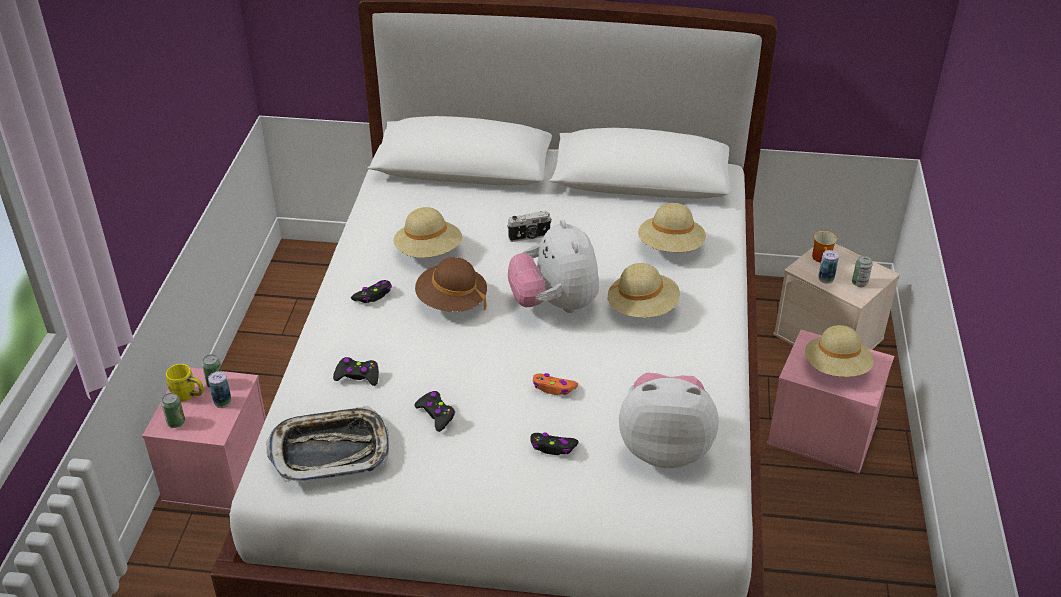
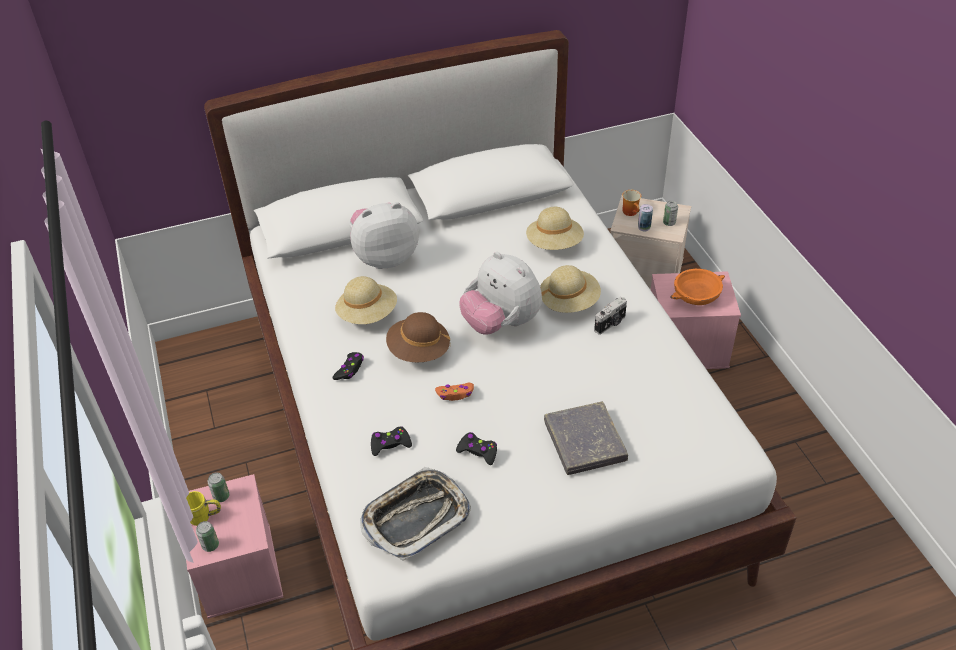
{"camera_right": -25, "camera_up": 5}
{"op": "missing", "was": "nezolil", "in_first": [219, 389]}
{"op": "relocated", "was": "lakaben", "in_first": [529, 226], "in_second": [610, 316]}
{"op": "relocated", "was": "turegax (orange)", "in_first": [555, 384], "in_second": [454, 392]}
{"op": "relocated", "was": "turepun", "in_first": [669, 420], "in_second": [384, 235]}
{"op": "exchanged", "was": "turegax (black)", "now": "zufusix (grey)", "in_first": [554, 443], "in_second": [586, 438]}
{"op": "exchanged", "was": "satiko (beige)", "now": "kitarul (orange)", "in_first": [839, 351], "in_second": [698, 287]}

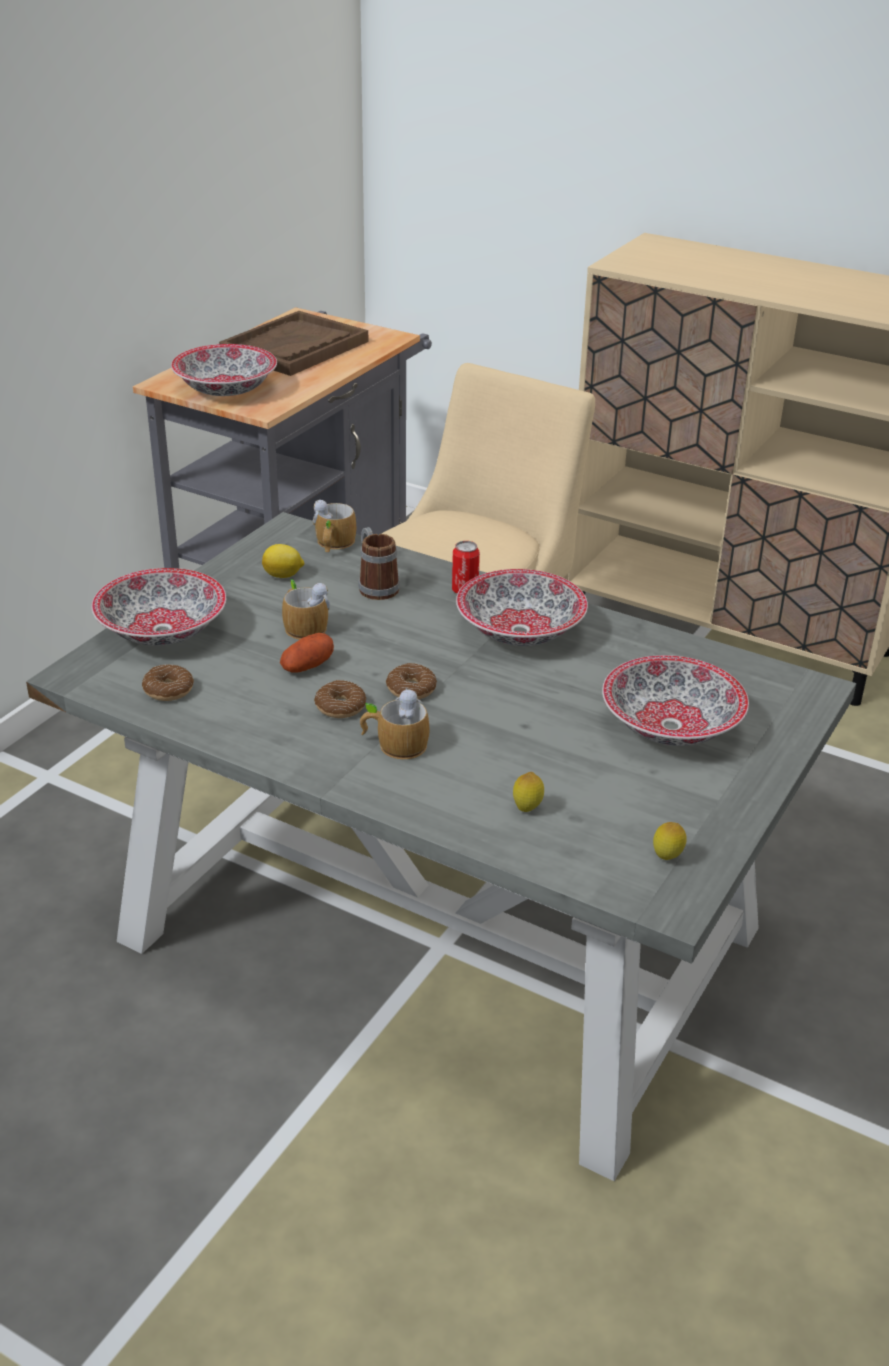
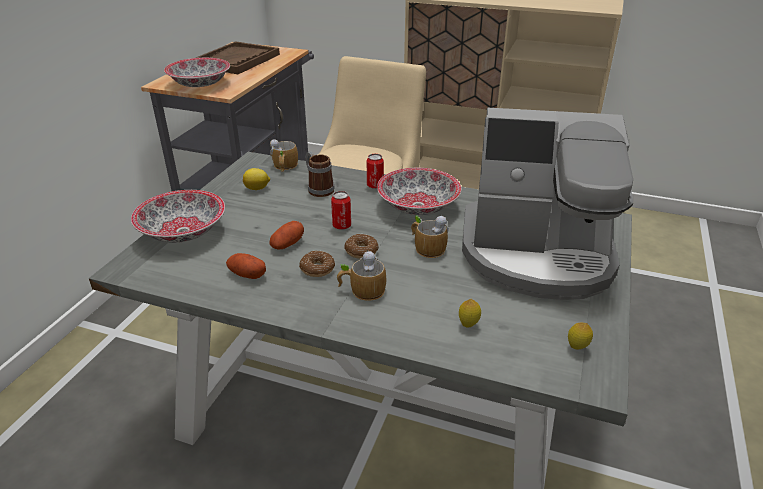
{"camera_right": -10, "camera_up": 0}
{"op": "missing", "was": "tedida", "in_first": [168, 682]}
{"op": "appeared", "now": "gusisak", "in_second": [246, 266]}
{"op": "appeared", "now": "nezolil", "in_second": [341, 210]}
{"op": "relocated", "was": "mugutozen", "in_first": [306, 609], "in_second": [430, 236]}
{"op": "exchanged", "was": "kitarul", "now": "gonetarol", "in_first": [675, 700], "in_second": [547, 203]}

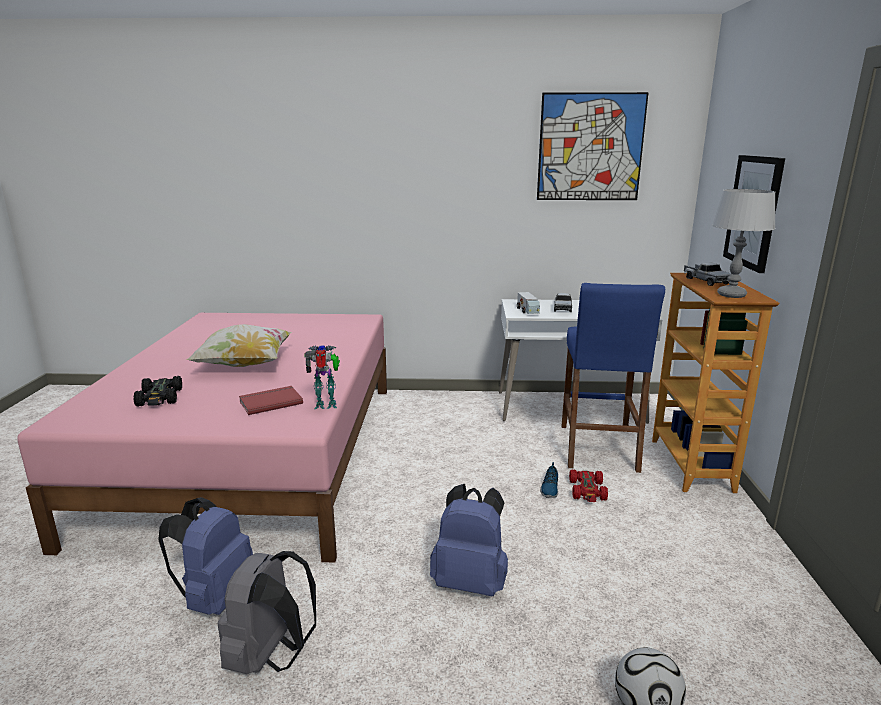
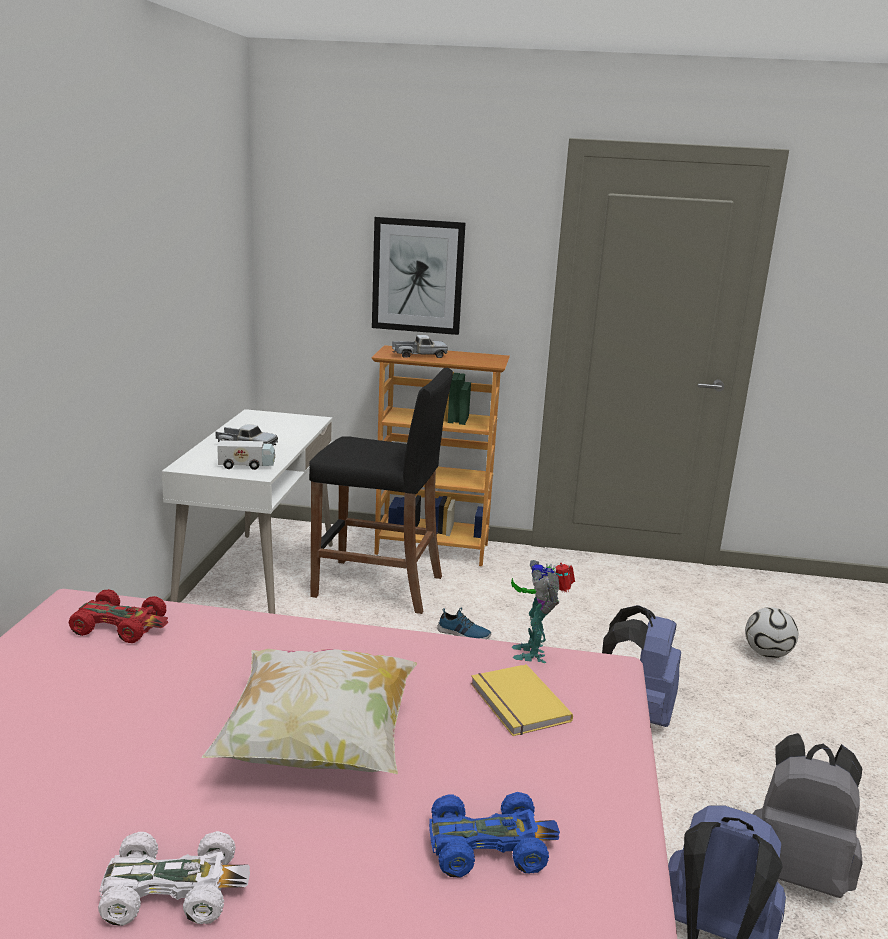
{"camera_right": -85, "camera_up": 0}
{"op": "missing", "was": "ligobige", "in_first": [593, 146]}
{"op": "missing", "was": "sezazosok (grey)", "in_first": [743, 243]}
{"op": "appeared", "now": "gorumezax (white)", "in_second": [174, 878]}
{"op": "relocated", "was": "gorumezax (red)", "in_first": [588, 486], "in_second": [118, 616]}
{"op": "colour", "was": "gorumezax (black)", "now": "gorumezax (blue)", "in_first": [158, 391], "in_second": [494, 835]}
{"op": "colour", "was": "zufusix (red)", "now": "zufusix (yellow)", "in_first": [271, 400], "in_second": [522, 700]}
{"op": "colour", "was": "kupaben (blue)", "now": "kupaben (black)", "in_first": [613, 378], "in_second": [381, 491]}

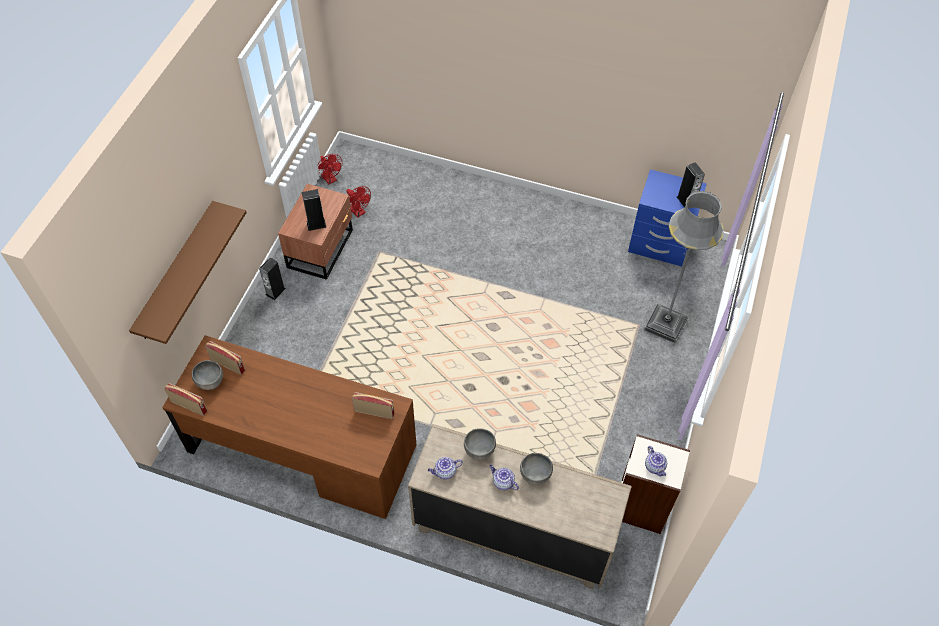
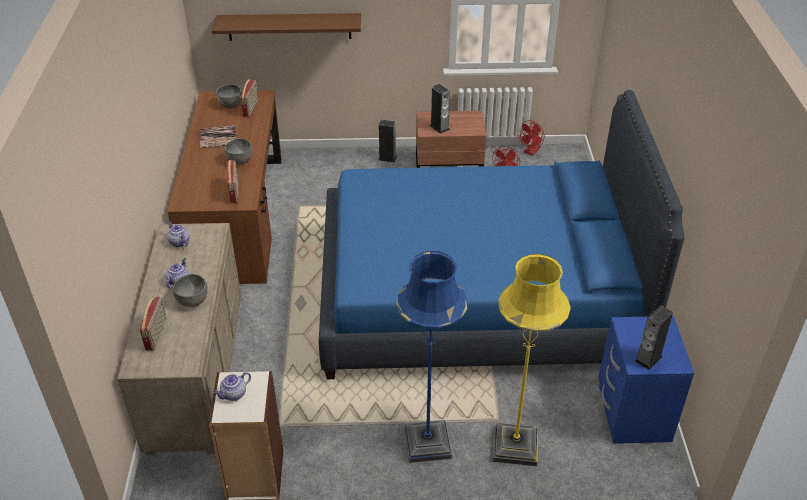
{"camera_right": 70, "camera_up": -15}
{"op": "appeared", "now": "zufusix", "in_second": [218, 137]}
{"op": "appeared", "now": "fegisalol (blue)", "in_second": [501, 234]}
{"op": "appeared", "now": "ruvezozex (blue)", "in_second": [432, 357]}
{"op": "relocated", "was": "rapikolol", "in_first": [186, 399], "in_second": [153, 323]}
{"op": "relocated", "was": "kitarul (grey)", "in_first": [480, 444], "in_second": [238, 151]}
{"op": "colour", "was": "ruvezozex (grey)", "now": "ruvezozex (yellow)", "in_first": [684, 267], "in_second": [532, 360]}

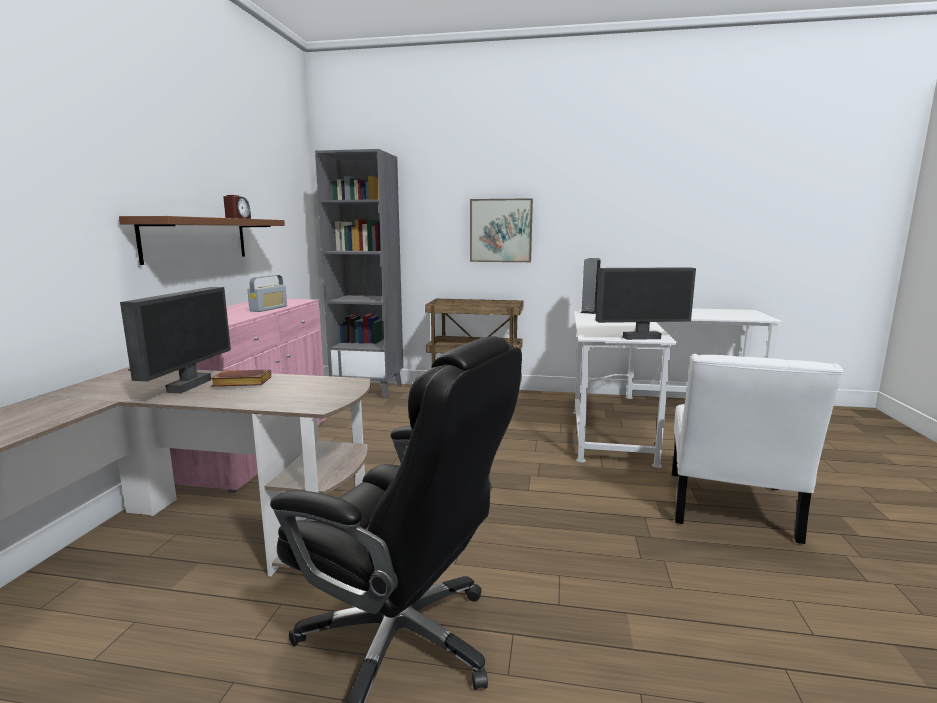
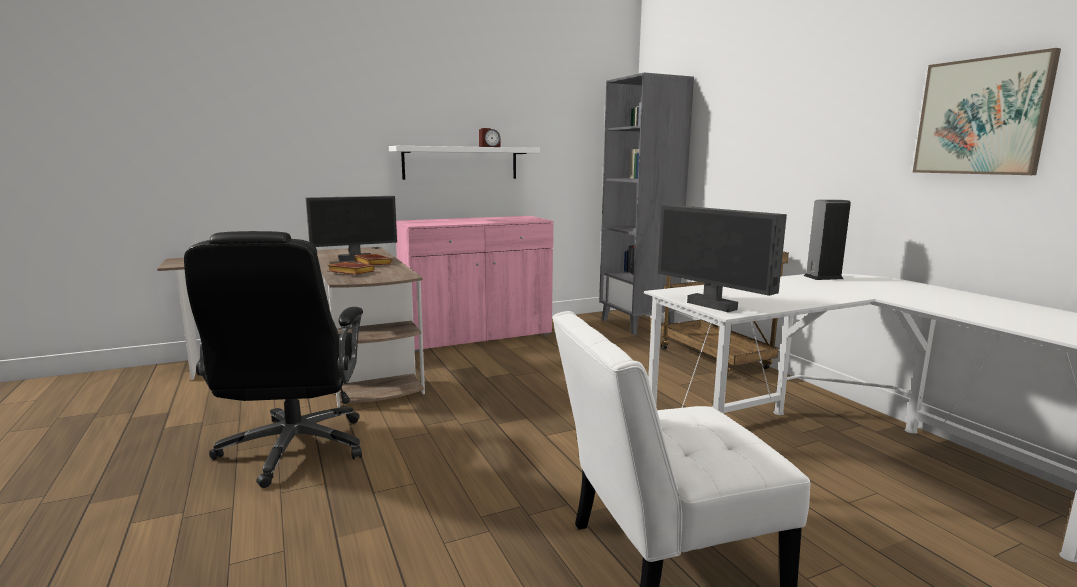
{"camera_right": 55, "camera_up": 0}
{"op": "missing", "was": "rapikolol", "in_first": [267, 293]}
{"op": "appeared", "now": "zufusix (brown)", "in_second": [351, 268]}
{"op": "relocated", "was": "ligobige", "in_first": [501, 230], "in_second": [987, 111]}
{"op": "colour", "was": "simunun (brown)", "now": "simunun (white)", "in_first": [202, 240], "in_second": [464, 163]}

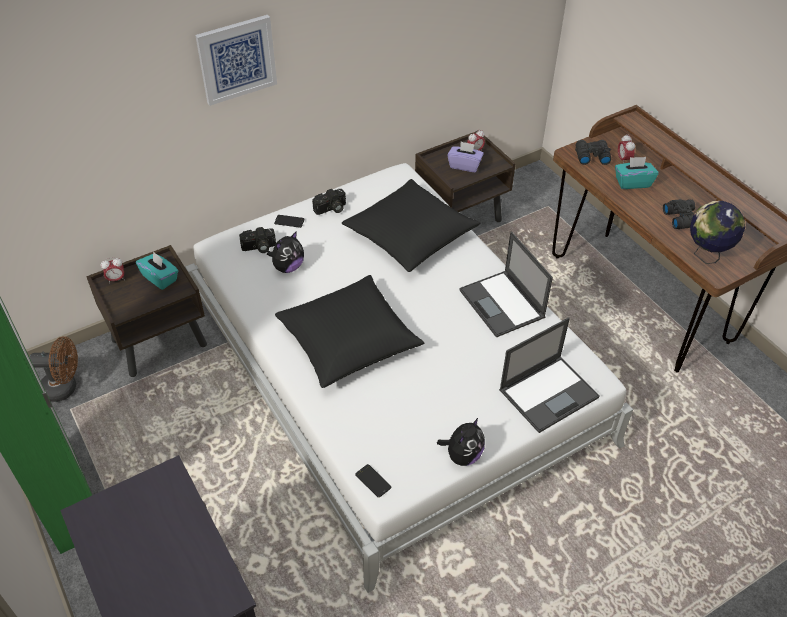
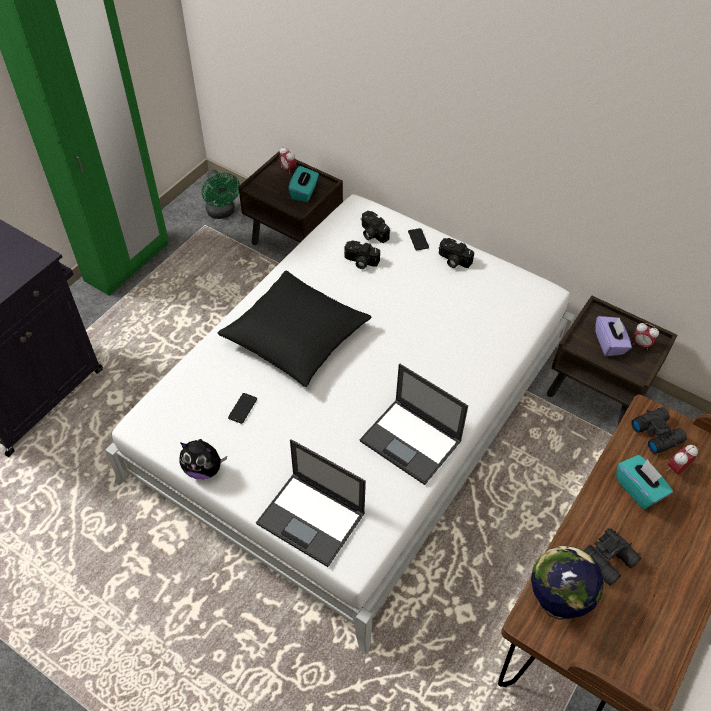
{"camera_right": 65, "camera_up": 5}
{"op": "missing", "was": "ligobige", "in_first": [236, 60]}
{"op": "missing", "was": "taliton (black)", "in_first": [411, 225]}
{"op": "relocated", "was": "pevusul", "in_first": [373, 481], "in_second": [242, 408]}
{"op": "exchanged", "was": "turepun", "now": "lakaben", "in_first": [285, 252], "in_second": [362, 254]}
{"op": "colour", "was": "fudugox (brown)", "now": "fudugox (green)", "in_first": [53, 369], "in_second": [221, 194]}
{"op": "spun", "was": "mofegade", "in_first": [506, 285], "in_second": [414, 424], "clockwise": -90}

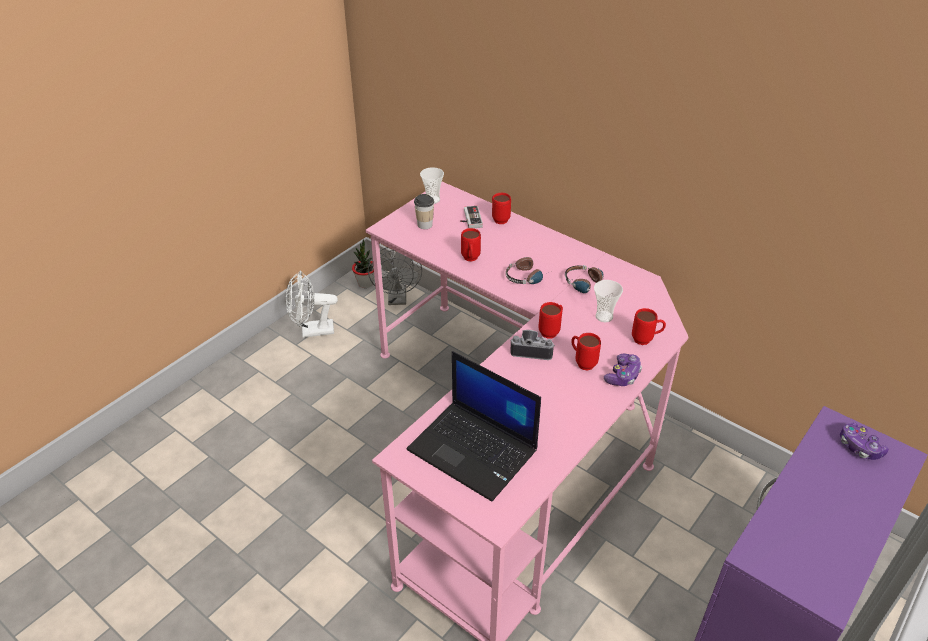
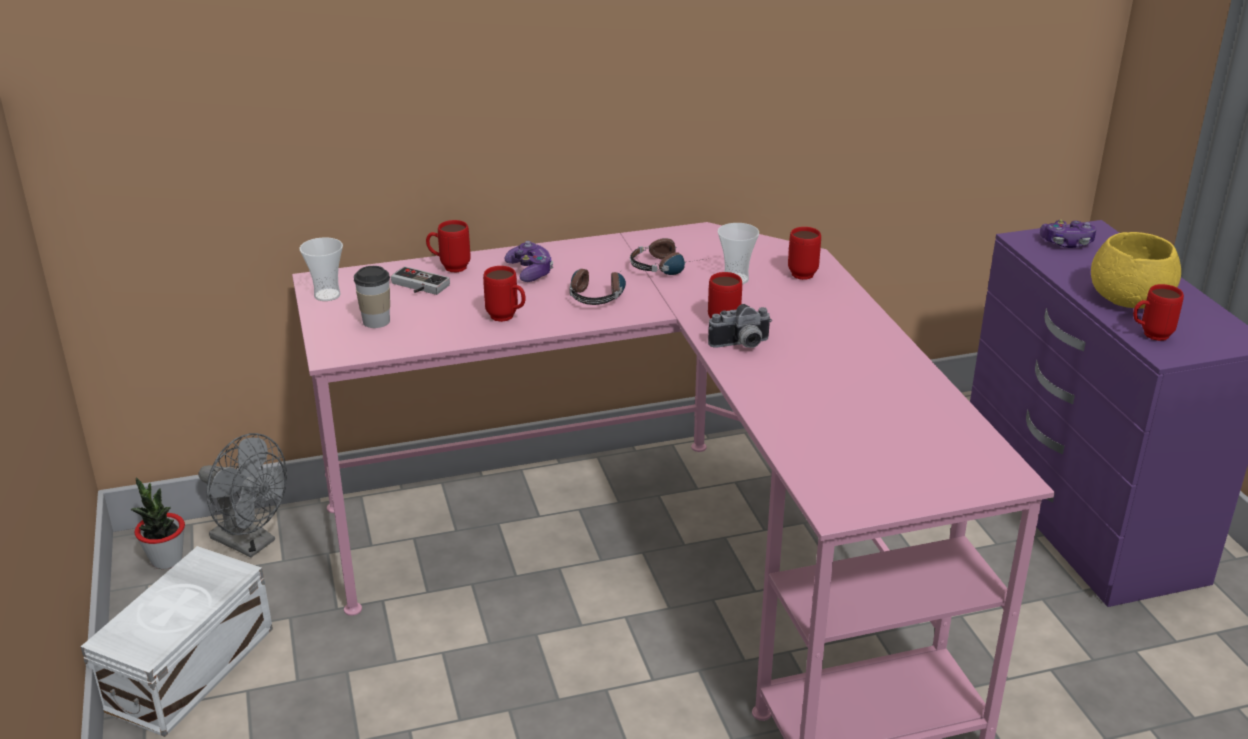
{"camera_right": -55, "camera_up": -10}
{"op": "missing", "was": "mofegade", "in_first": [473, 426]}
{"op": "appeared", "now": "kitarul (yellow)", "in_second": [1136, 270]}
{"op": "relocated", "was": "mugutozen (red)", "in_first": [586, 352], "in_second": [1158, 312]}
{"op": "relocated", "was": "turegax", "in_first": [623, 369], "in_second": [528, 261]}
{"op": "exchanged", "was": "fudugox (white)", "now": "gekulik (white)", "in_first": [312, 304], "in_second": [177, 641]}
{"op": "spun", "was": "lakaben", "in_first": [532, 345], "in_second": [740, 326], "clockwise": -150}

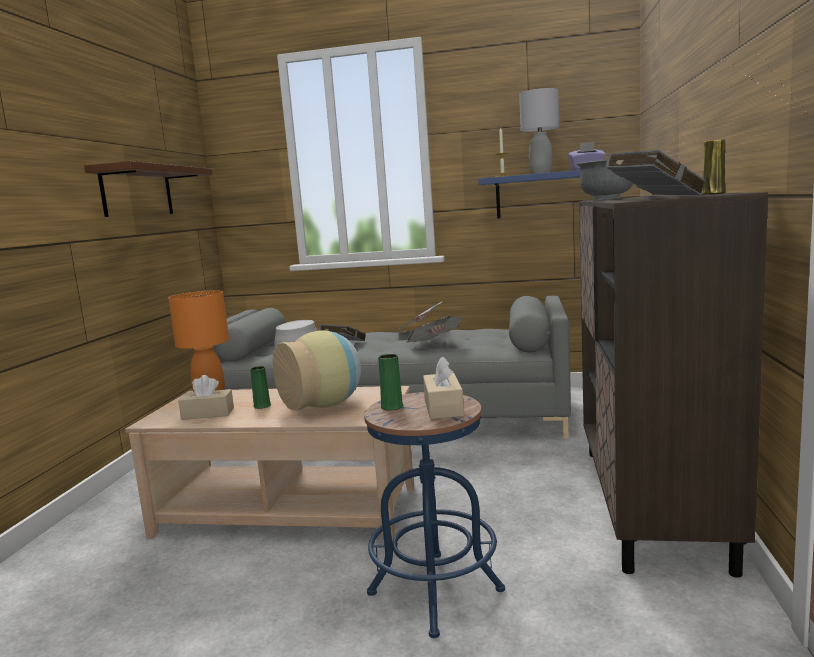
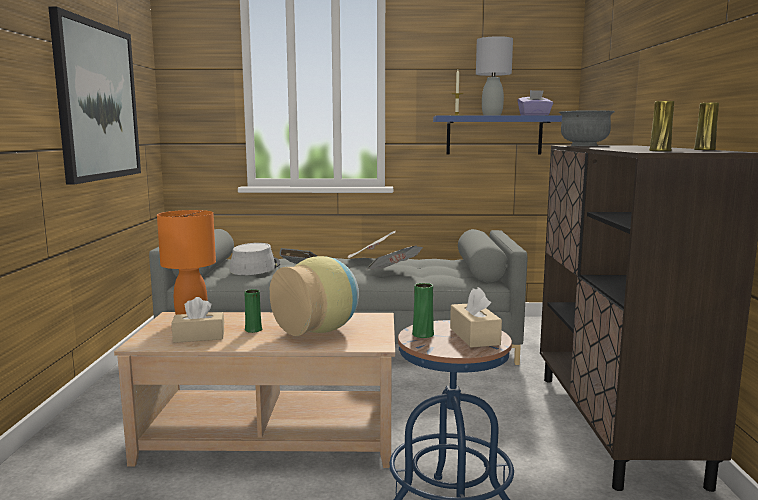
{"camera_right": -10, "camera_up": 0}
{"op": "exchanged", "was": "simunun (brown)", "now": "ligobige", "in_first": [148, 189], "in_second": [94, 96]}
{"op": "exchanged", "was": "zufusix (grey)", "now": "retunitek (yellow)", "in_first": [656, 172], "in_second": [661, 126]}

